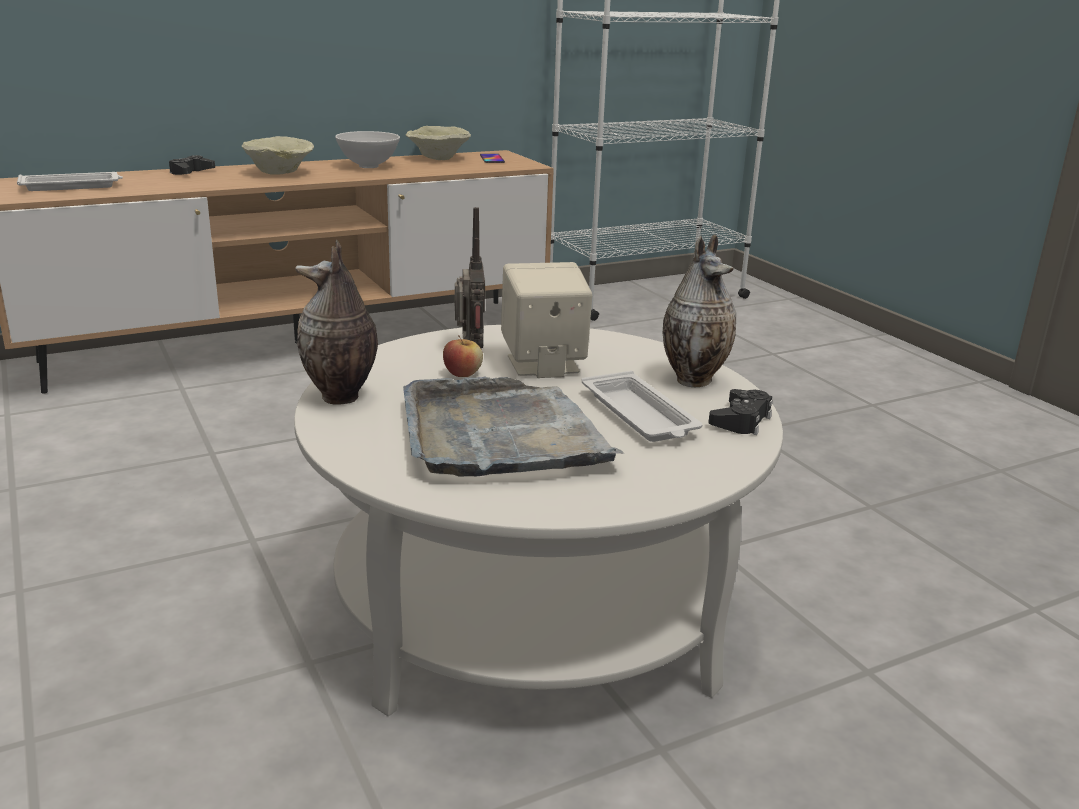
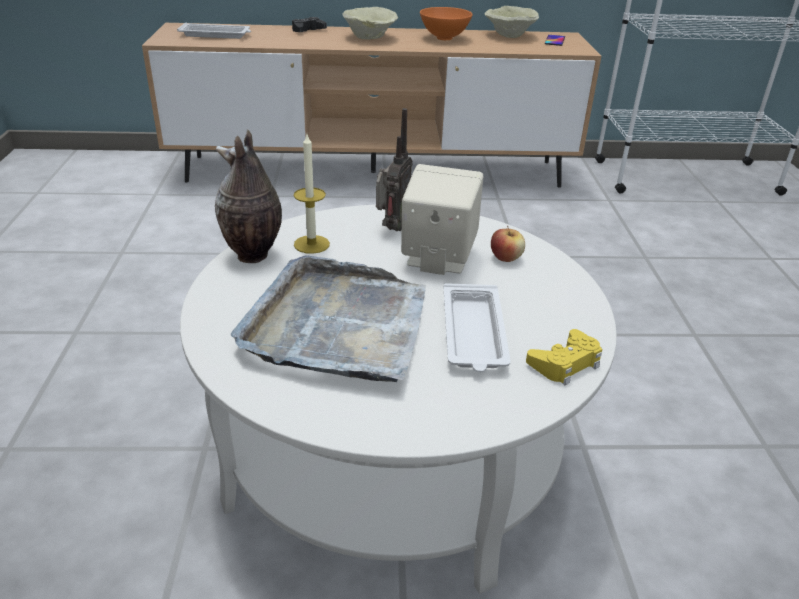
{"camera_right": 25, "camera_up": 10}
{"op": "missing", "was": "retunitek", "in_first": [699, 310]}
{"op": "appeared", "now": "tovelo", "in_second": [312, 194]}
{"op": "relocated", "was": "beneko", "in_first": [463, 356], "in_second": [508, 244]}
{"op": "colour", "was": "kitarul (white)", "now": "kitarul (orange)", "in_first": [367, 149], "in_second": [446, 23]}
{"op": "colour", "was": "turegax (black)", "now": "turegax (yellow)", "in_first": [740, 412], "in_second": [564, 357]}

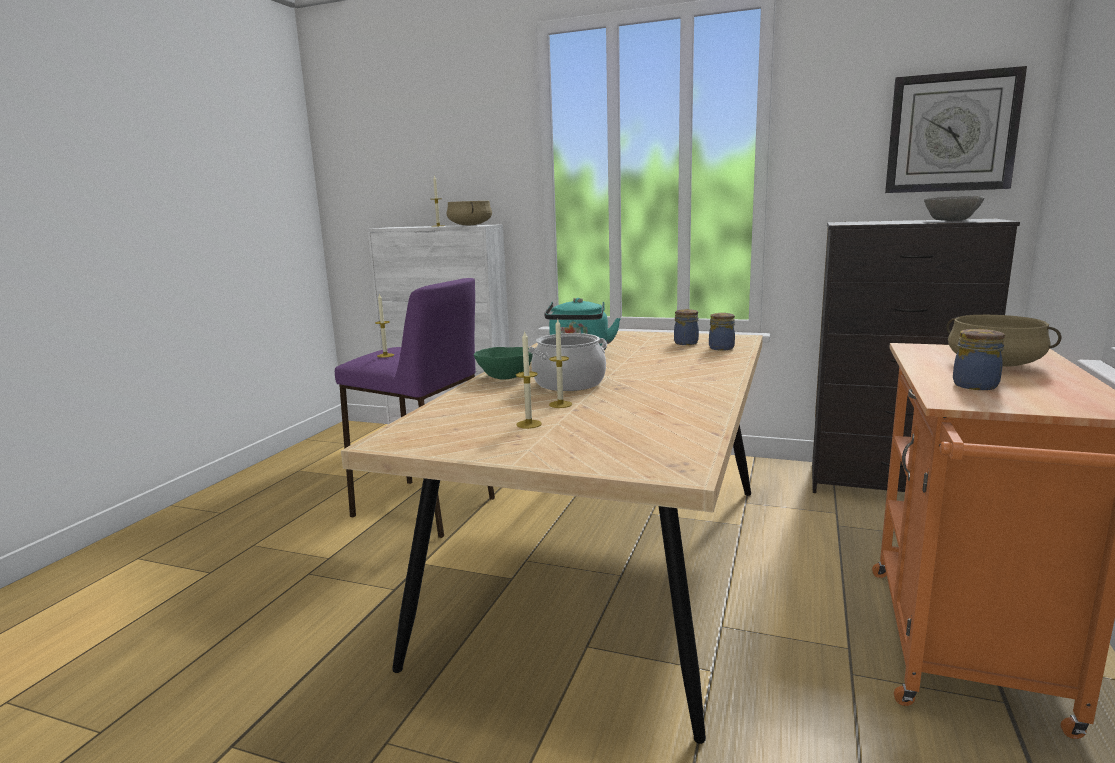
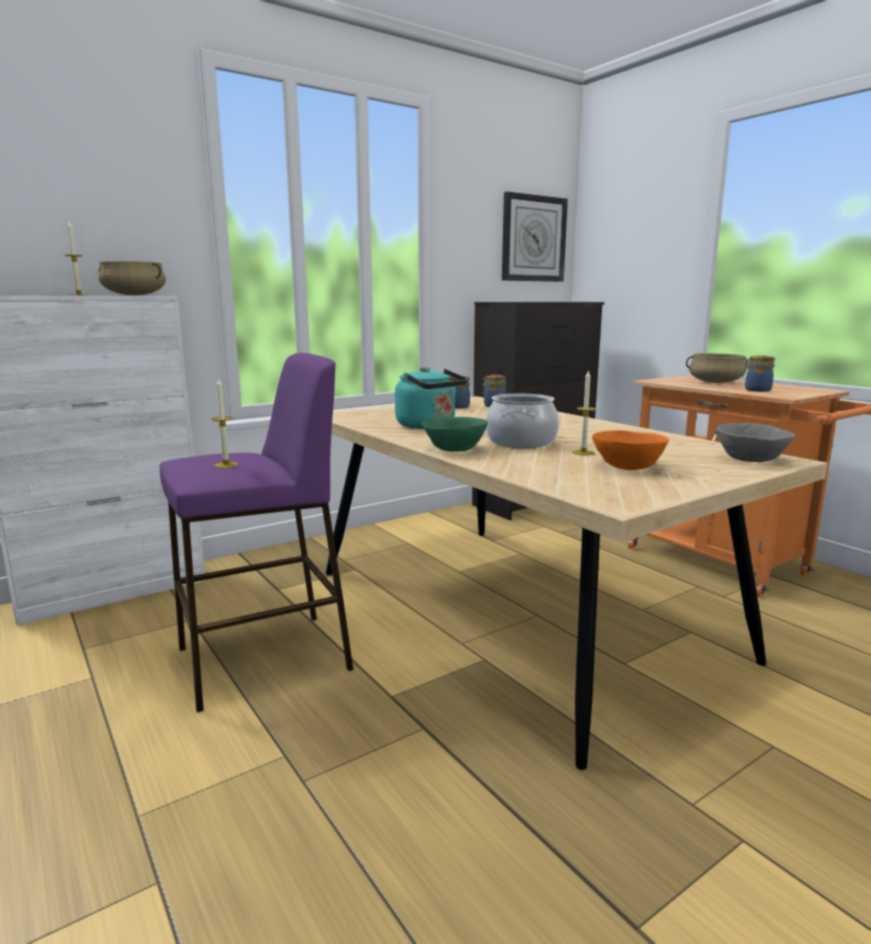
{"camera_right": -55, "camera_up": 0}
{"op": "relocated", "was": "kitarul (grey)", "in_first": [954, 208], "in_second": [756, 442]}
{"op": "exchanged", "was": "tovelo", "now": "kitarul (orange)", "in_first": [529, 380], "in_second": [630, 450]}

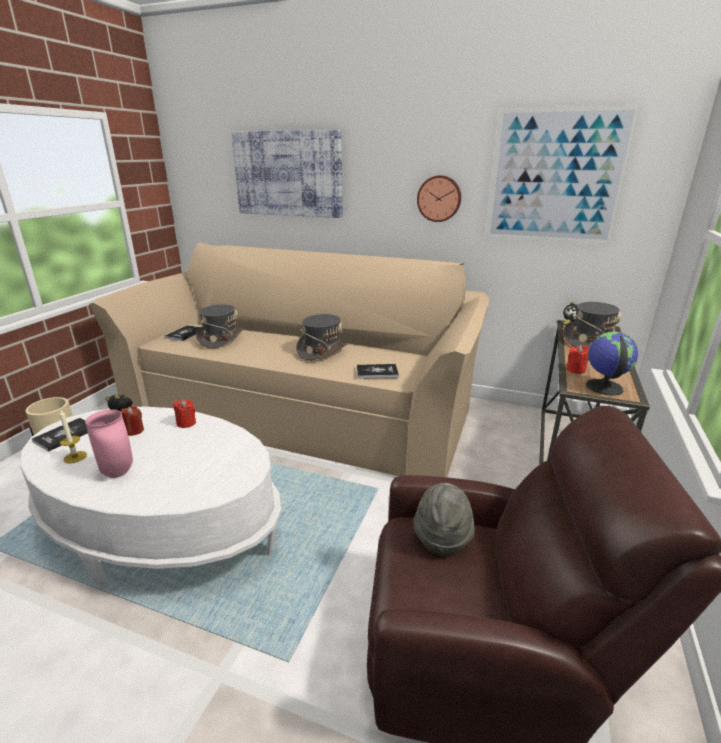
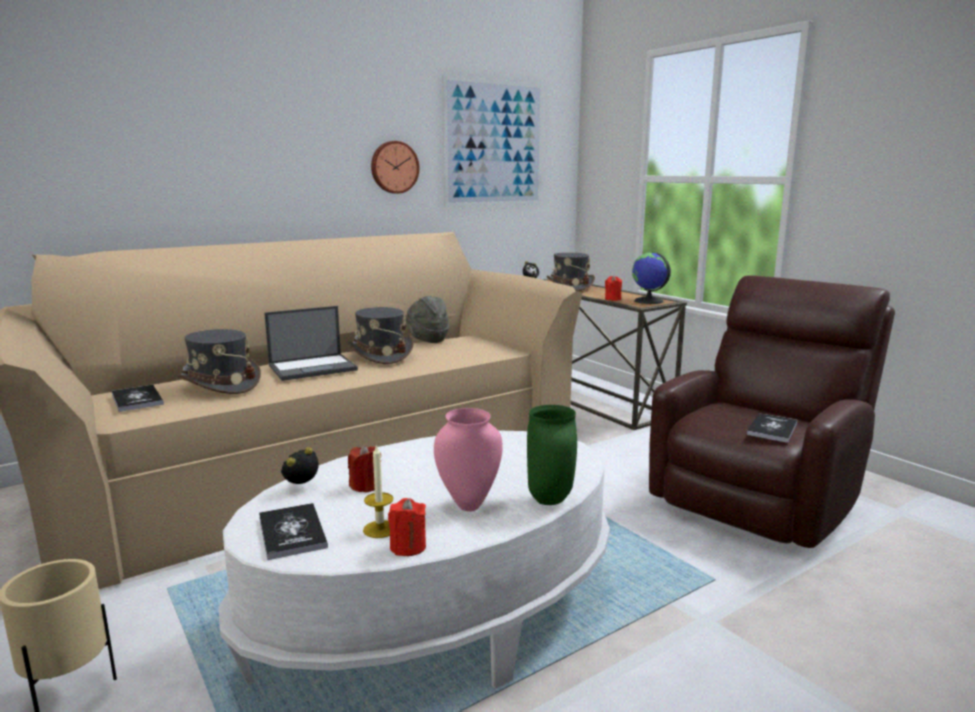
{"camera_right": -55, "camera_up": -10}
{"op": "missing", "was": "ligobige", "in_first": [286, 174]}
{"op": "appeared", "now": "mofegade", "in_second": [311, 343]}
{"op": "appeared", "now": "retunitek (green)", "in_second": [552, 455]}
{"op": "relocated", "was": "tovelo (red)", "in_first": [184, 413], "in_second": [407, 527]}
{"op": "relocated", "was": "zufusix", "in_first": [378, 371], "in_second": [772, 428]}
{"op": "relocated", "was": "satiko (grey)", "in_first": [444, 519], "in_second": [427, 319]}

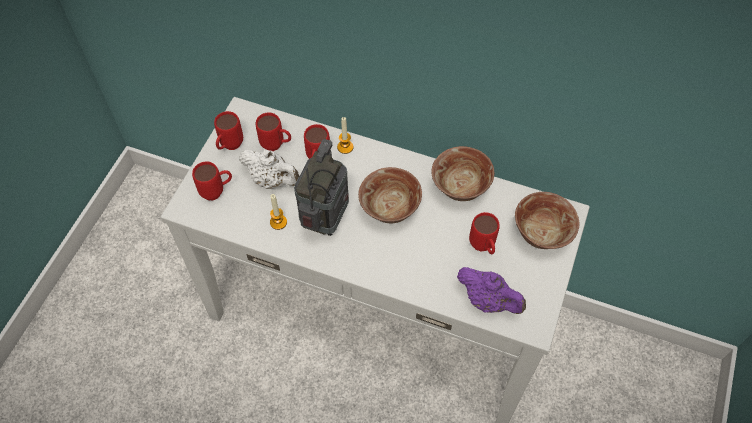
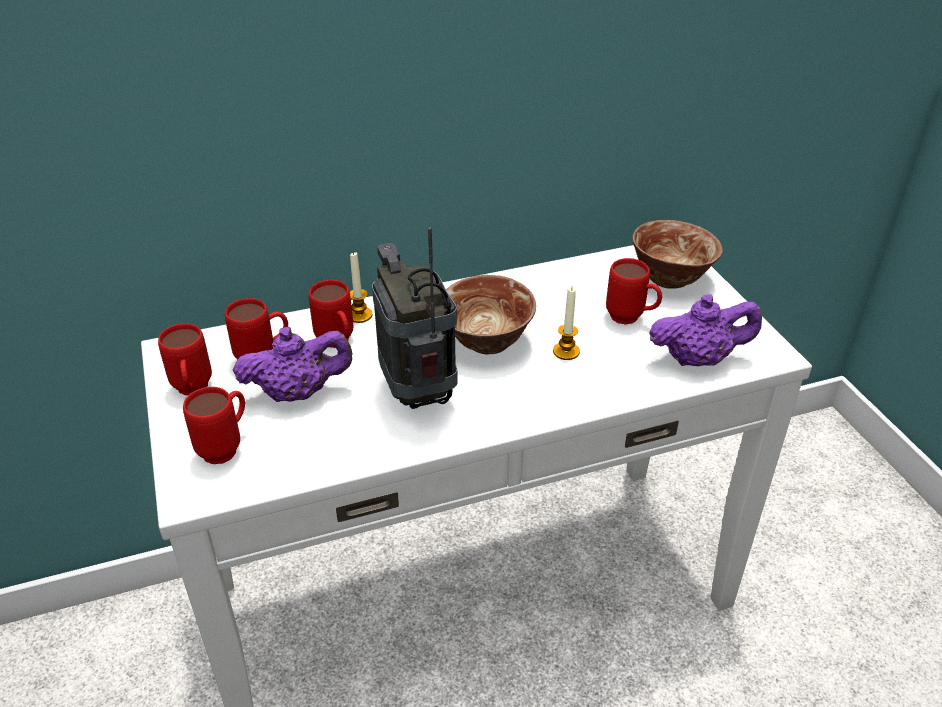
{"camera_right": -40, "camera_up": -20}
{"op": "missing", "was": "kitarul", "in_first": [462, 173]}
{"op": "relocated", "was": "tovelo", "in_first": [278, 212], "in_second": [566, 323]}
{"op": "colour", "was": "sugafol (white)", "now": "sugafol (purple)", "in_first": [269, 169], "in_second": [292, 364]}

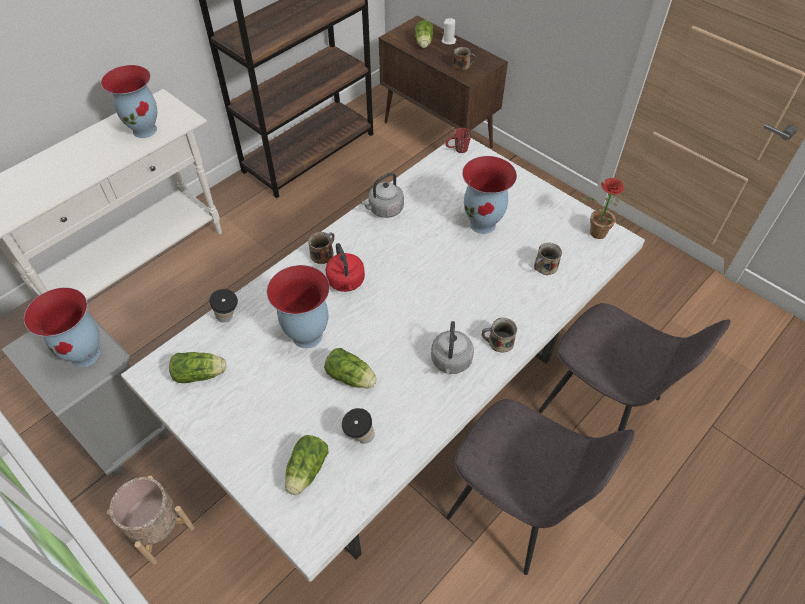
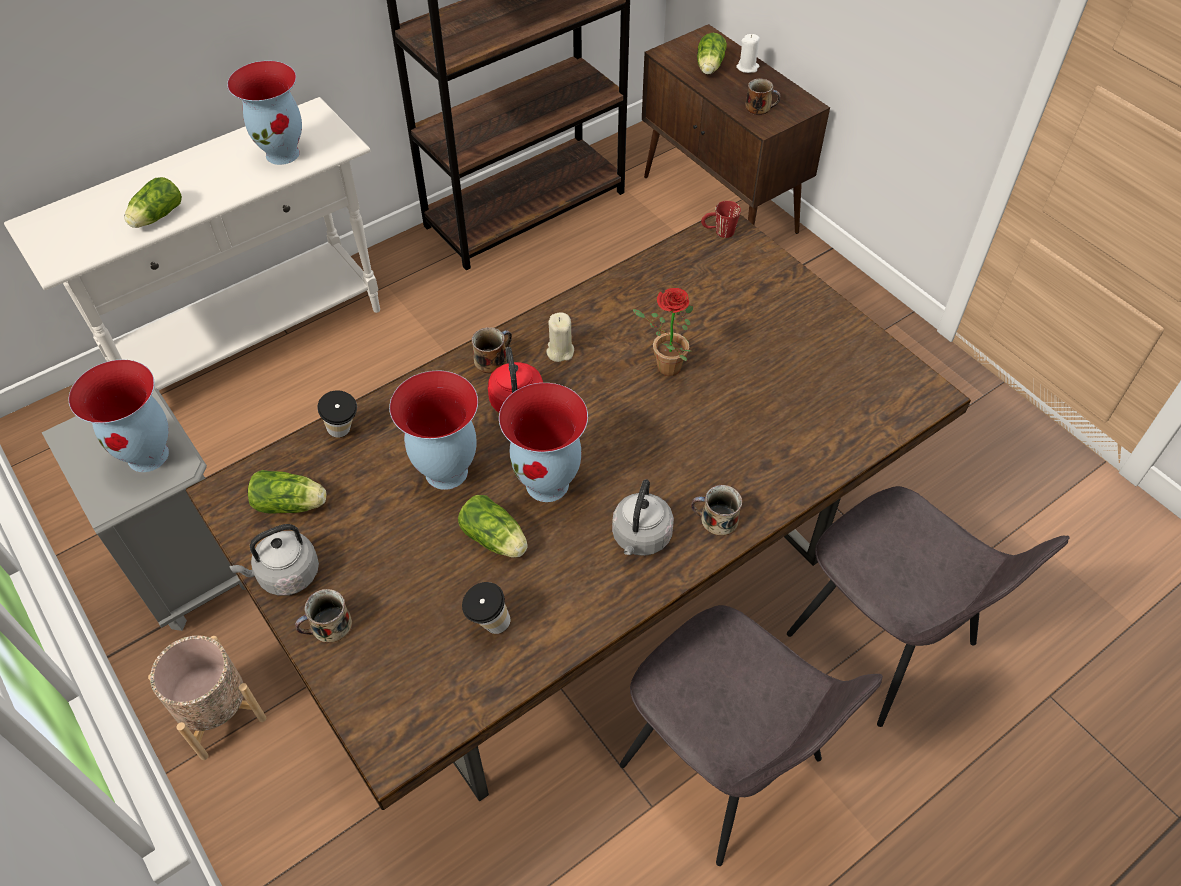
{"camera_right": 10, "camera_up": 0}
{"op": "appeared", "now": "tovelo (beige)", "in_second": [560, 337]}
{"op": "relocated", "was": "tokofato", "in_first": [307, 465], "in_second": [153, 202]}
{"op": "relocated", "was": "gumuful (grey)", "in_first": [382, 195], "in_second": [274, 560]}
{"op": "relocated", "was": "retunitek", "in_first": [489, 195], "in_second": [543, 442]}
{"op": "relocated", "was": "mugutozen", "in_first": [548, 259], "in_second": [323, 616]}
{"op": "relocated", "was": "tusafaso", "in_first": [601, 208], "in_second": [662, 332]}
{"op": "colour", "was": "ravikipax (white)", "now": "ravikipax (brown)", "in_first": [383, 360], "in_second": [578, 512]}

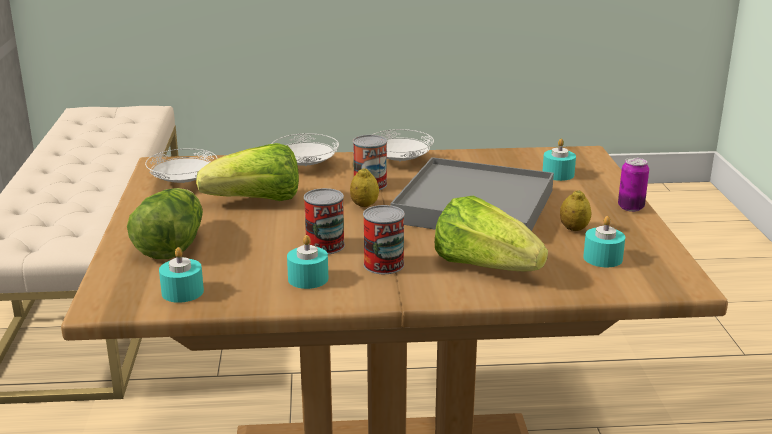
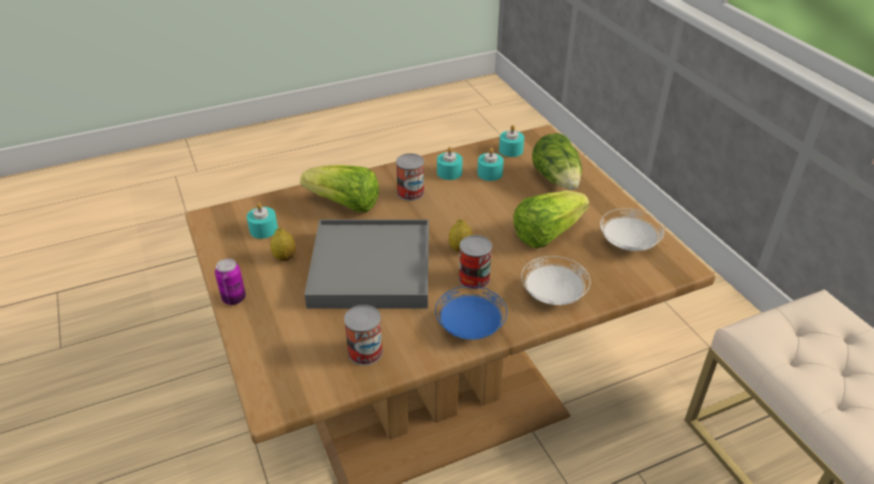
{"camera_right": 160, "camera_up": 15}
{"op": "relocated", "was": "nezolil", "in_first": [324, 221], "in_second": [363, 335]}
{"op": "relocated", "was": "tovelo (turquoise)", "in_first": [559, 159], "in_second": [490, 164]}
{"op": "colour", "was": "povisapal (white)", "now": "povisapal (blue)", "in_first": [403, 145], "in_second": [471, 313]}

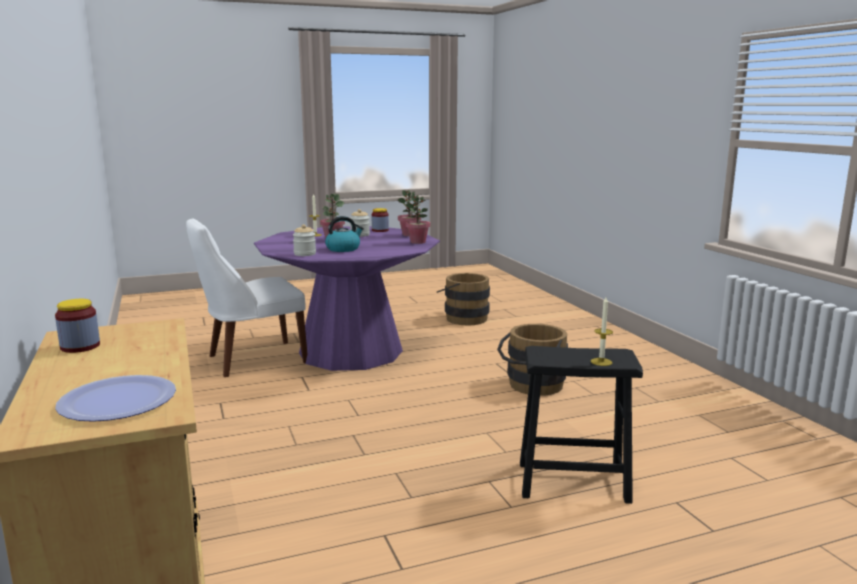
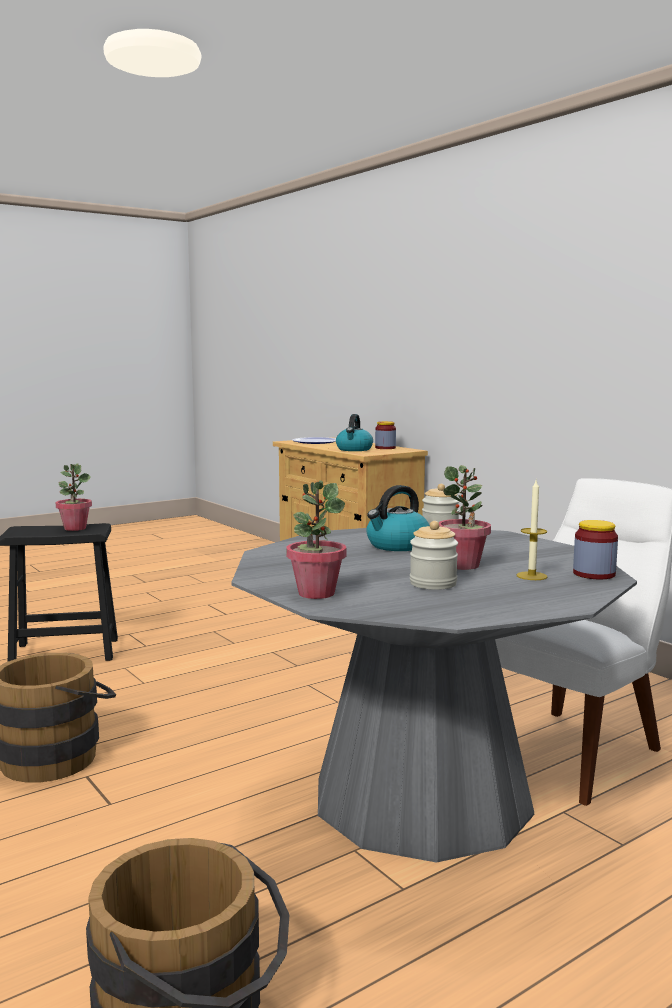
{"camera_right": 165, "camera_up": -5}
{"op": "missing", "was": "tovelo", "in_first": [602, 331]}
{"op": "appeared", "now": "gumuful", "in_second": [354, 432]}
{"op": "relocated", "was": "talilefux", "in_first": [380, 220], "in_second": [595, 549]}
{"op": "relocated", "was": "tusafaso", "in_first": [417, 219], "in_second": [74, 497]}
{"op": "colour", "was": "ravikipax (purple)", "now": "ravikipax (grey)", "in_first": [347, 298], "in_second": [434, 695]}

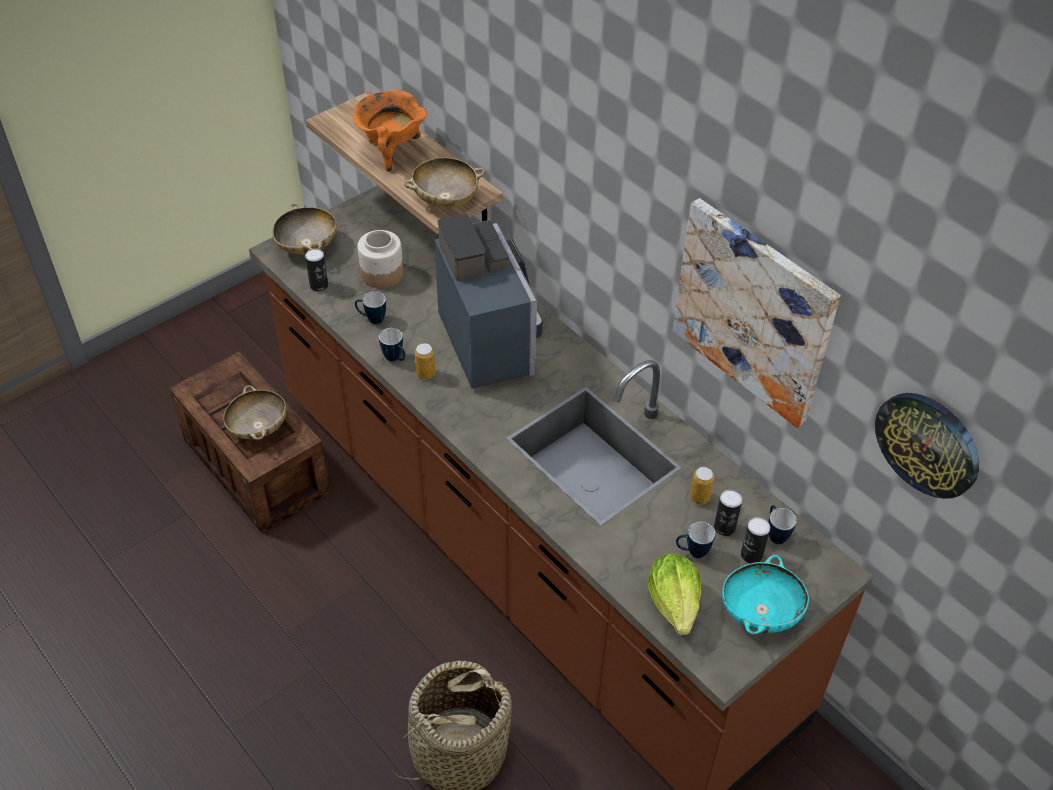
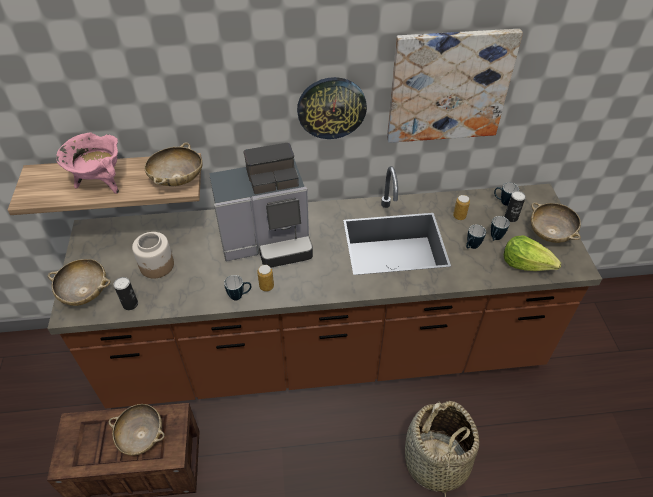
{"camera_right": -55, "camera_up": 0}
{"op": "missing", "was": "nezolil", "in_first": [728, 512]}
{"op": "relocated", "was": "mugutozen", "in_first": [370, 307], "in_second": [476, 236]}
{"op": "relocated", "was": "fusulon", "in_first": [927, 446], "in_second": [332, 108]}
{"op": "colour", "was": "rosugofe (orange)", "now": "rosugofe (pink)", "in_first": [390, 131], "in_second": [87, 163]}
{"op": "colour", "was": "kitarul (turquoise)", "now": "kitarul (beige)", "in_first": [765, 595], "in_second": [556, 222]}
{"op": "spun", "was": "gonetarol", "in_first": [488, 301], "in_second": [261, 205], "clockwise": 150}

